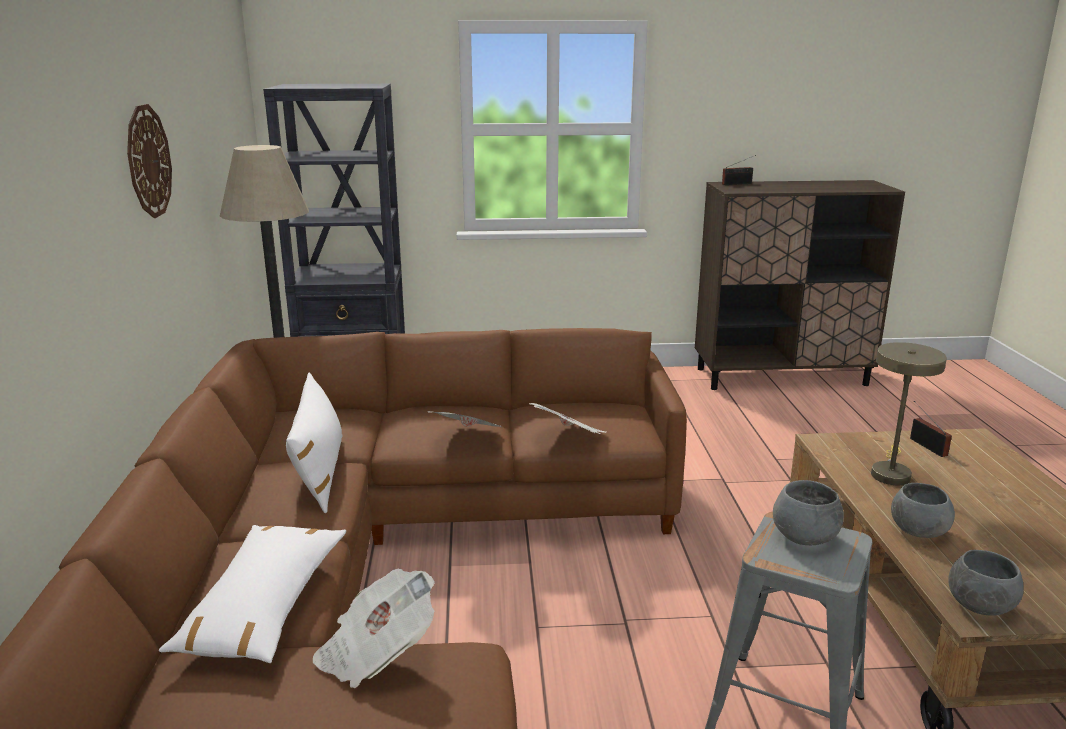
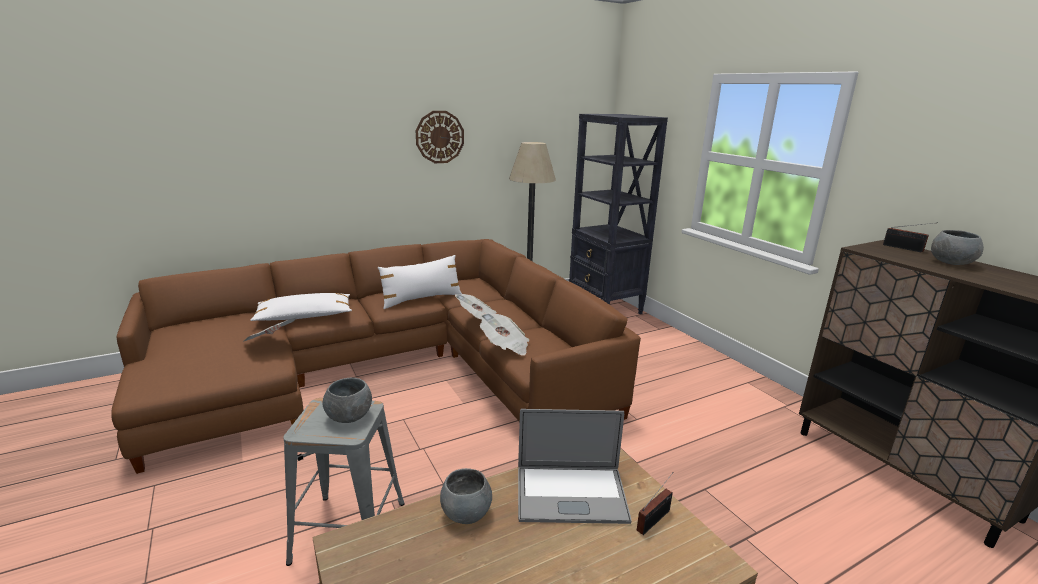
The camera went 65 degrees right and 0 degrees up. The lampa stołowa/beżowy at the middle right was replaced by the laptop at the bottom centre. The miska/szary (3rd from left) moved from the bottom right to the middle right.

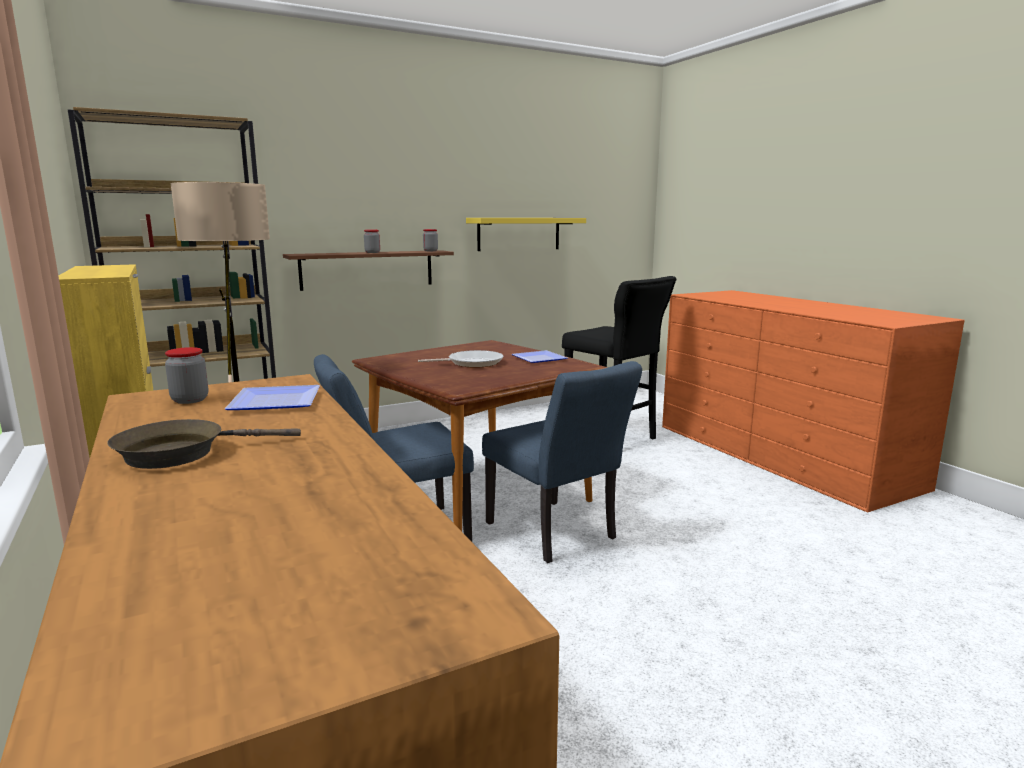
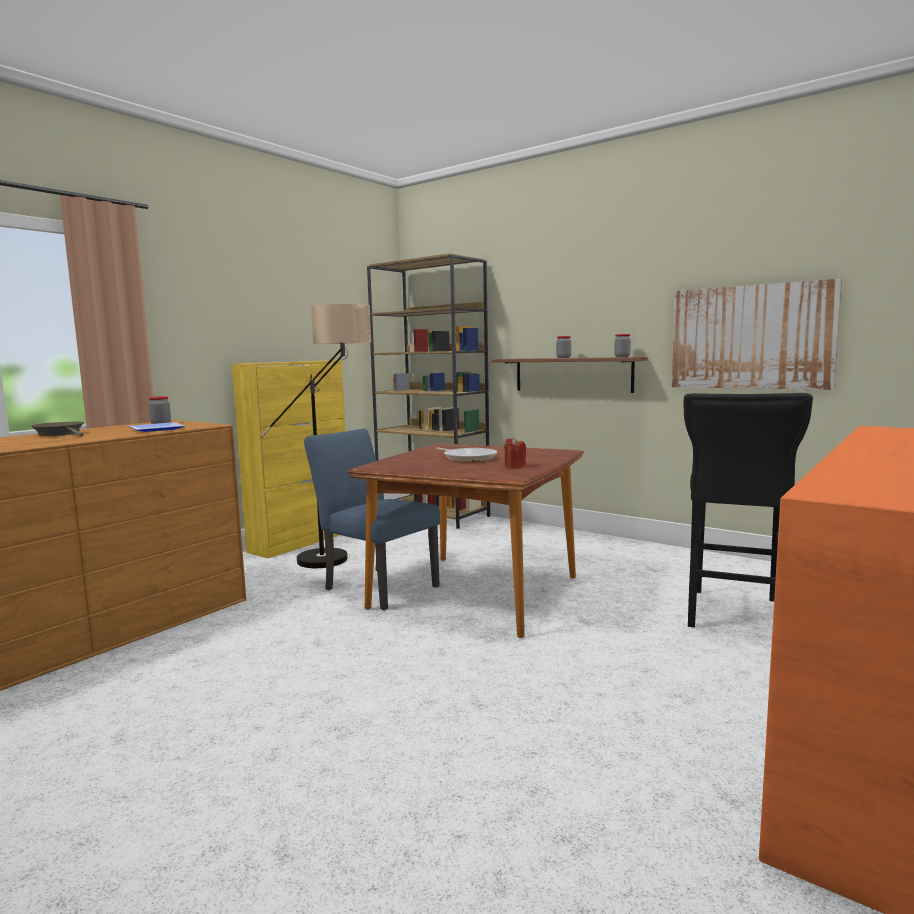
The camera went 65 degrees right and 5 degrees down. The półka/żółty at the top centre was replaced by the obraz at the middle right. The talerz (2nd from left) at the centre was replaced by the świeca/czerwony at the centre. The krzesło/niebieski (2nd from left) at the centre disappeared.

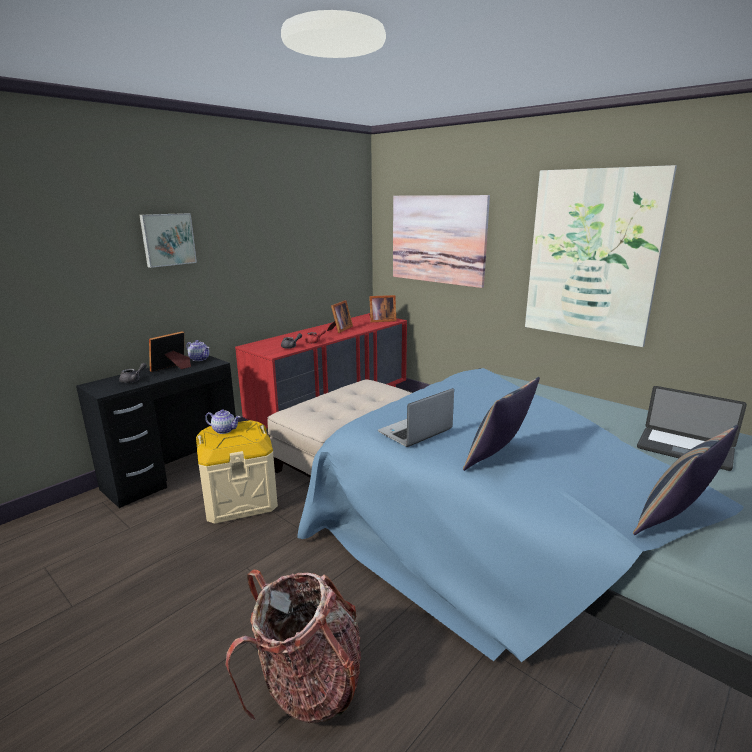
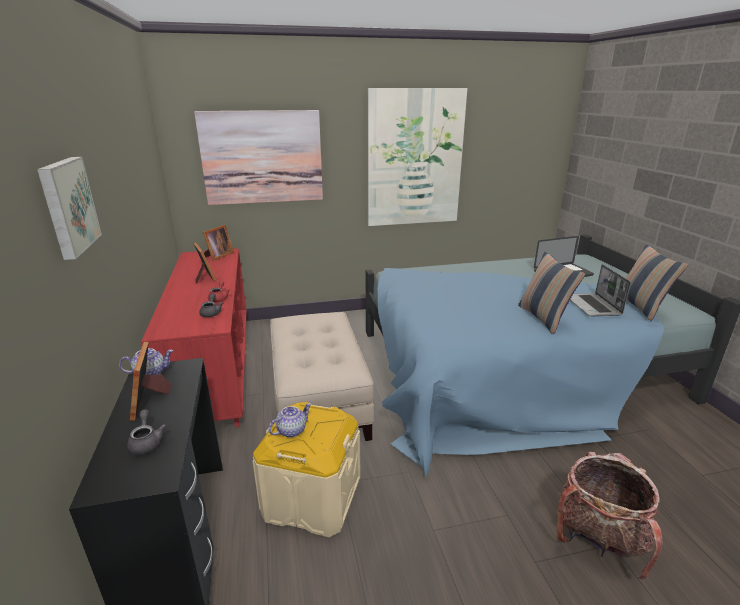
The camera went 55 degrees left and 5 degrees up. The laptop (1st from left in the first image) moved from the centre to the middle right.

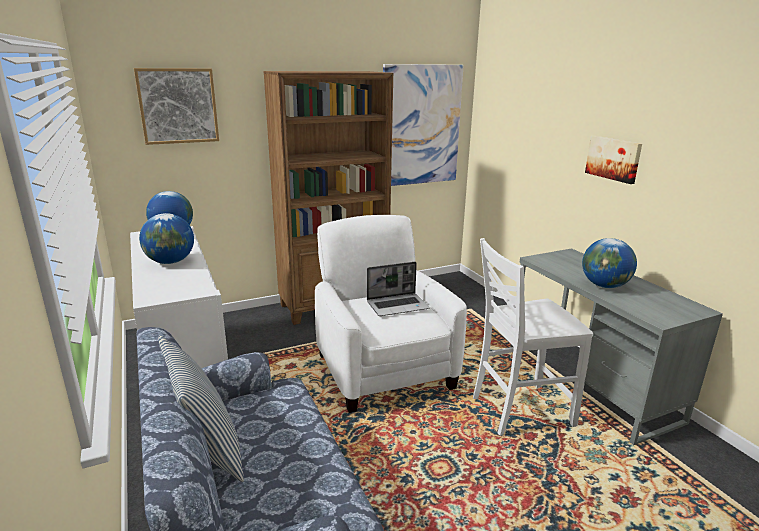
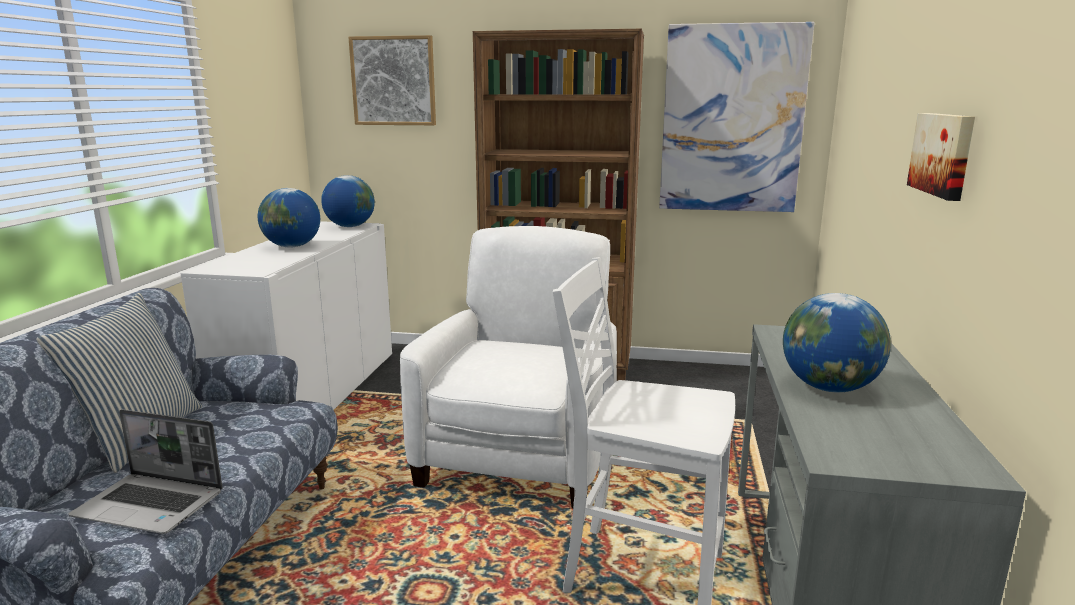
The camera went 35 degrees right and 5 degrees down. The laptop moved from the centre to the bottom left.

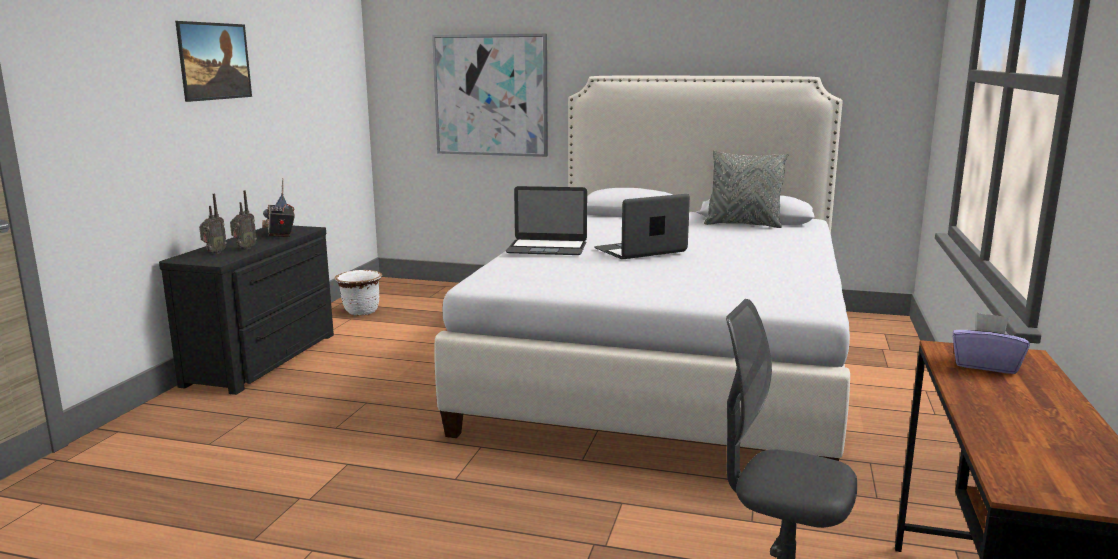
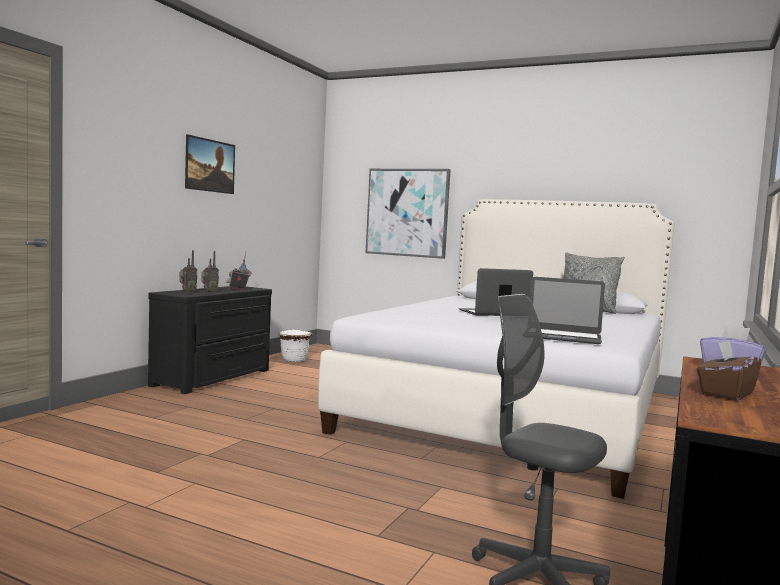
The camera went 10 degrees right and 10 degrees down. The laptop (1st from left in the first image) moved from the centre to the middle right. The pudełko chusteczek/brązowy at the middle right appeared.

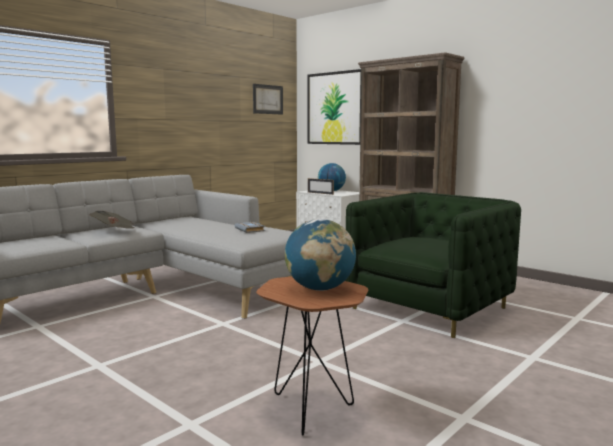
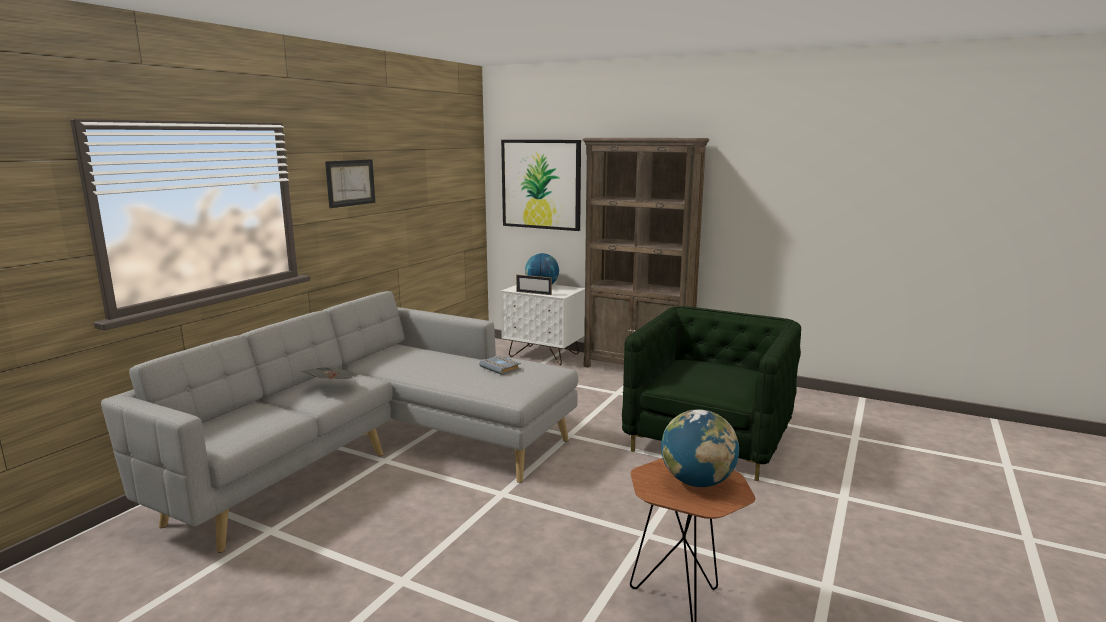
The camera went 15 degrees left and 5 degrees up. The obraz (1st from left) moved from the top centre to the top left.

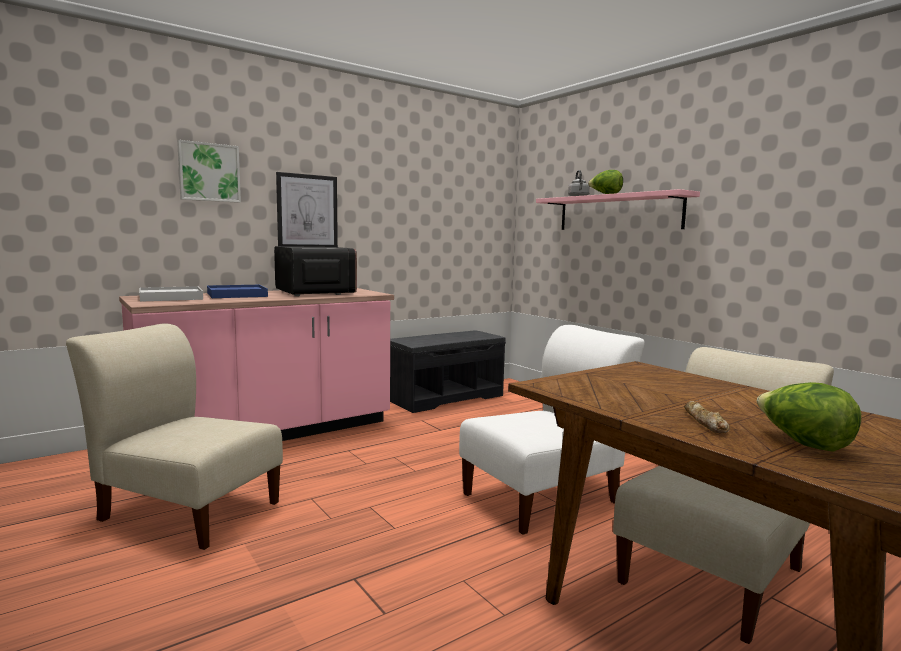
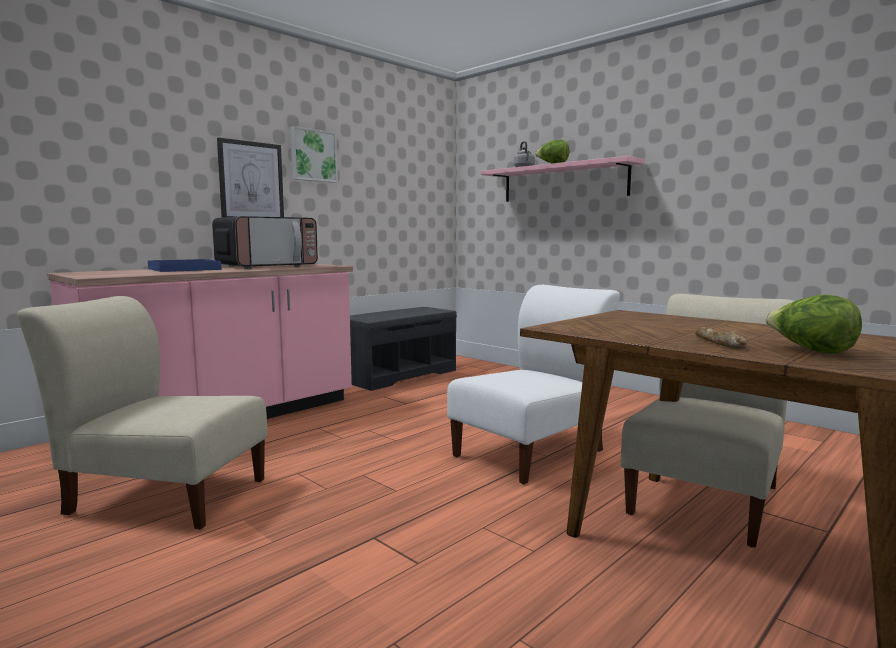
The camera went 10 degrees left and 0 degrees up. The obraz (1st from left in the first image) moved from the top left to the top centre. The mikrofalówka at the centre turned 90 degrees clockwise. The taca/biały at the middle left disappeared.

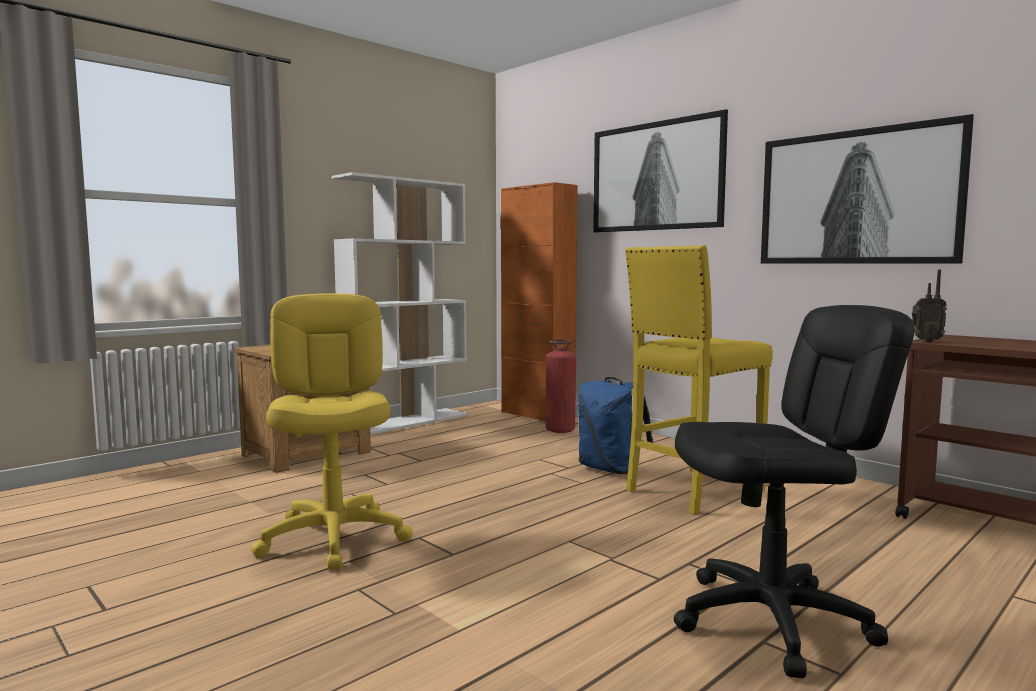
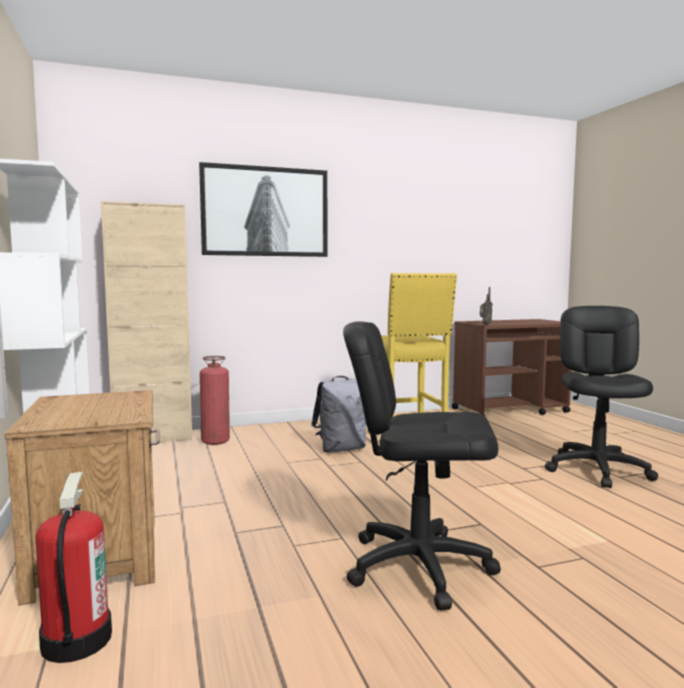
The camera went 65 degrees left and 0 degrees up. The obraz (2nd from left) at the top right disappeared. The szafka/pomarańczowy at the centre became the szafka/beżowy at the middle left. The krzesło biurowe/żółty at the middle left became the krzesło biurowe/czarny (1st from left) at the bottom centre. The plecak/niebieski at the centre became the plecak/szary at the centre. The gaśnica (1st from left) at the bottom left appeared.

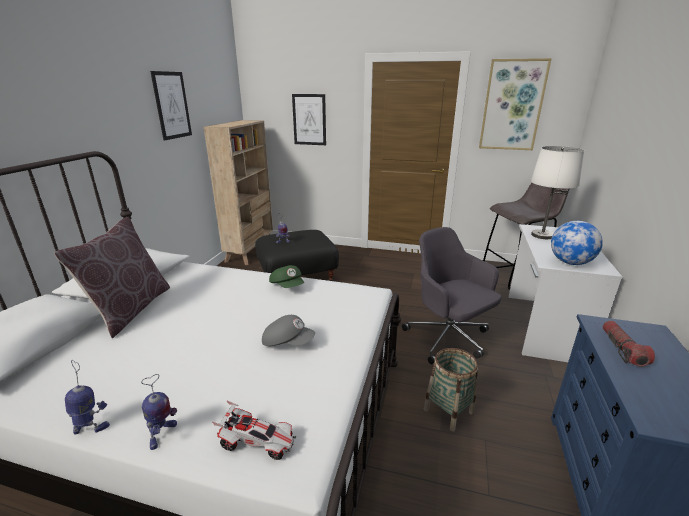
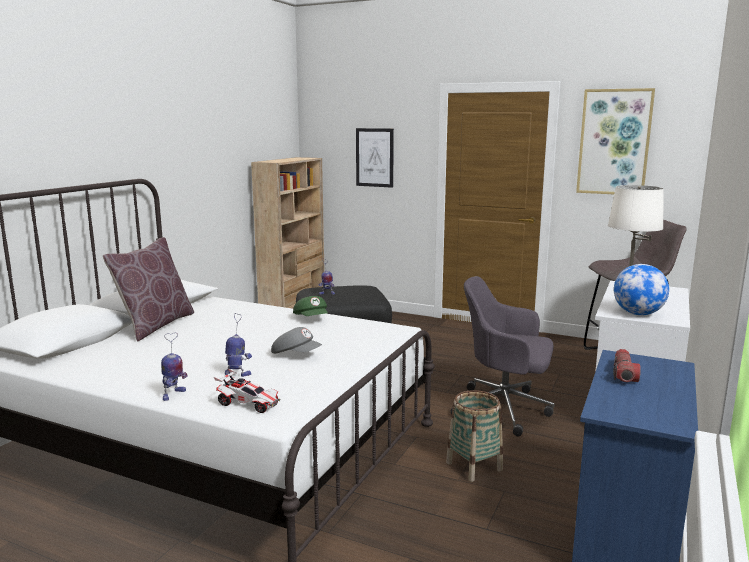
The camera went 10 degrees right and 10 degrees down. The obraz (1st from left) at the top left disappeared. The krzesło biurowe/szary at the centre turned 45 degrees counterclockwise. The robot zabawkowy (1st from left in the first image) moved from the bottom left to the middle left.

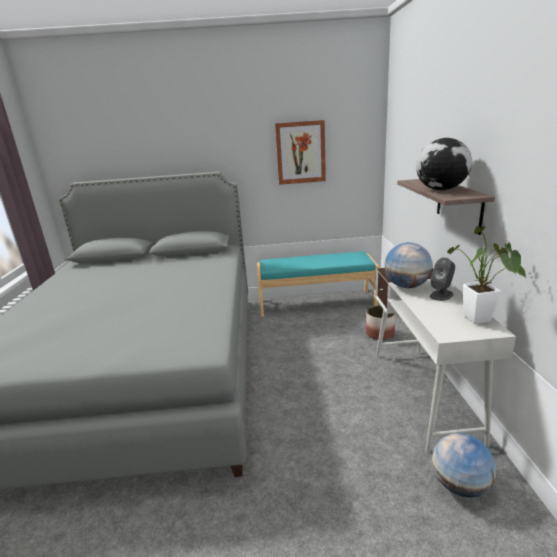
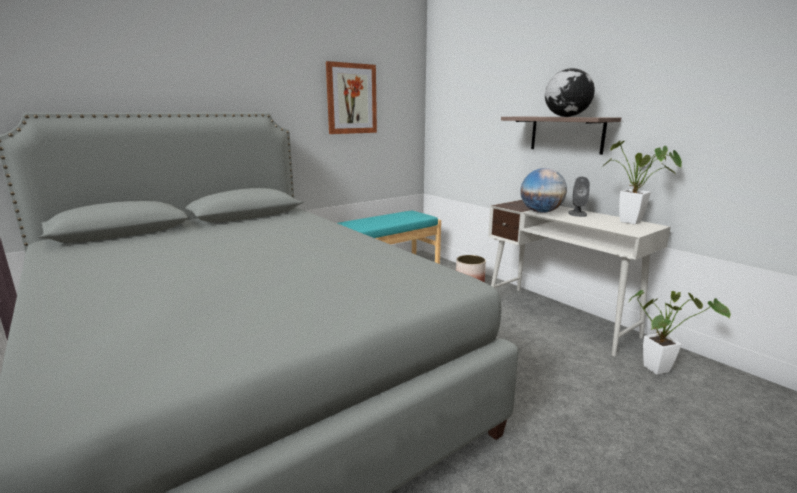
The camera went 35 degrees left and 5 degrees down. The globus (3rd from left) at the bottom right was replaced by the roślina doniczkowa (2nd from left) at the bottom right.

